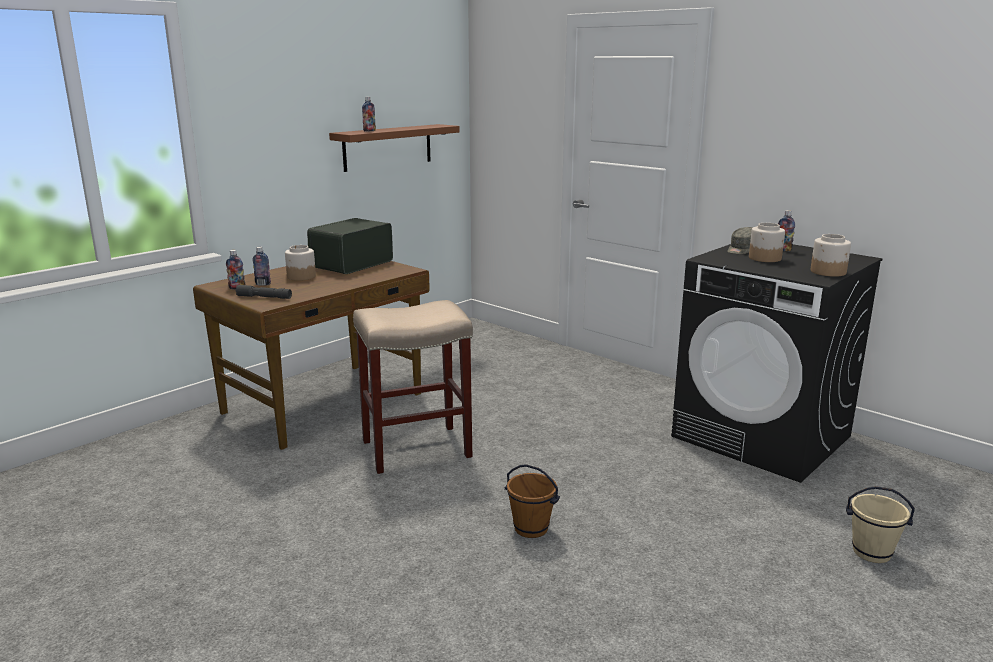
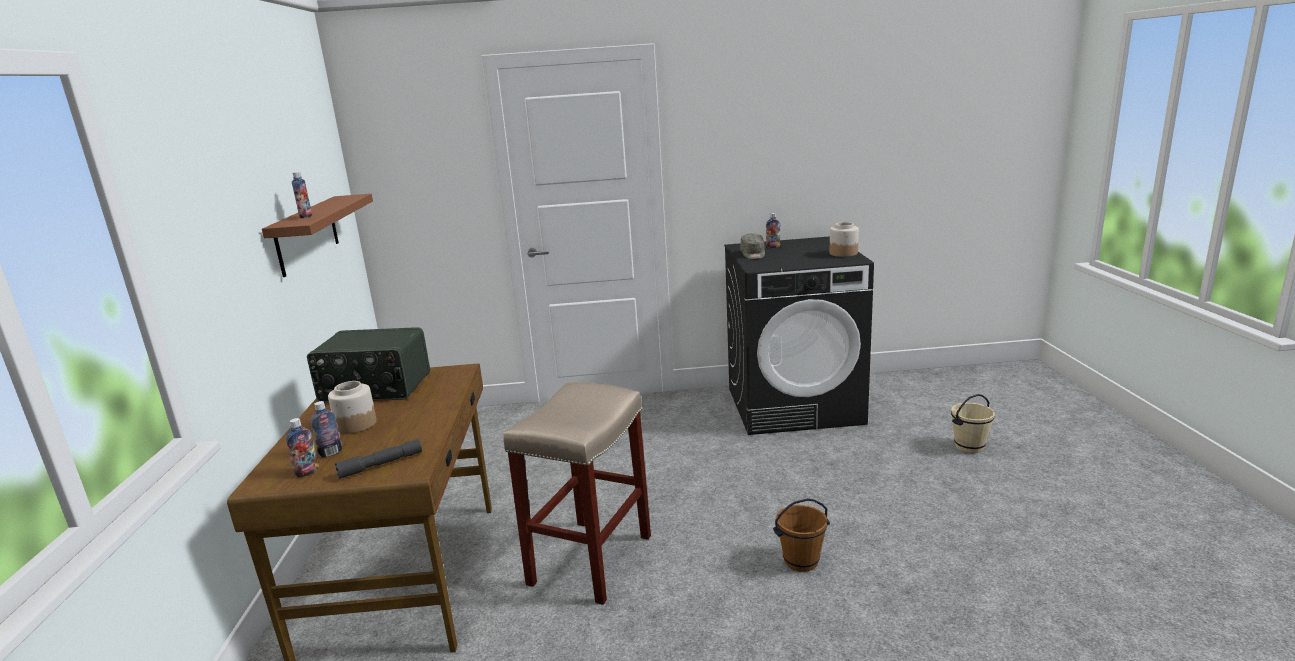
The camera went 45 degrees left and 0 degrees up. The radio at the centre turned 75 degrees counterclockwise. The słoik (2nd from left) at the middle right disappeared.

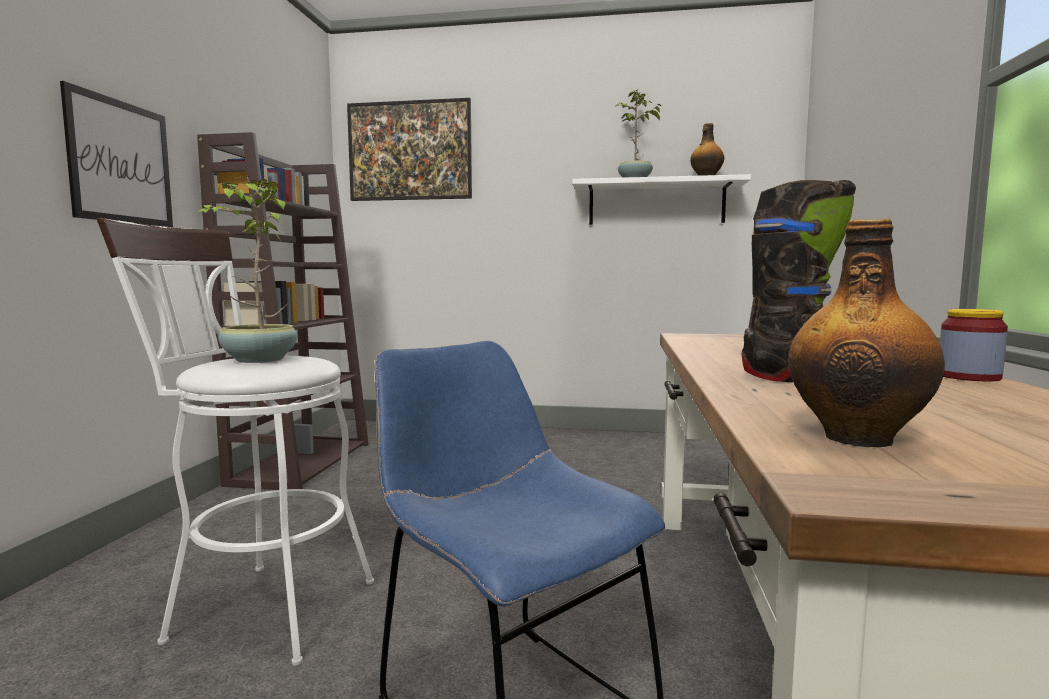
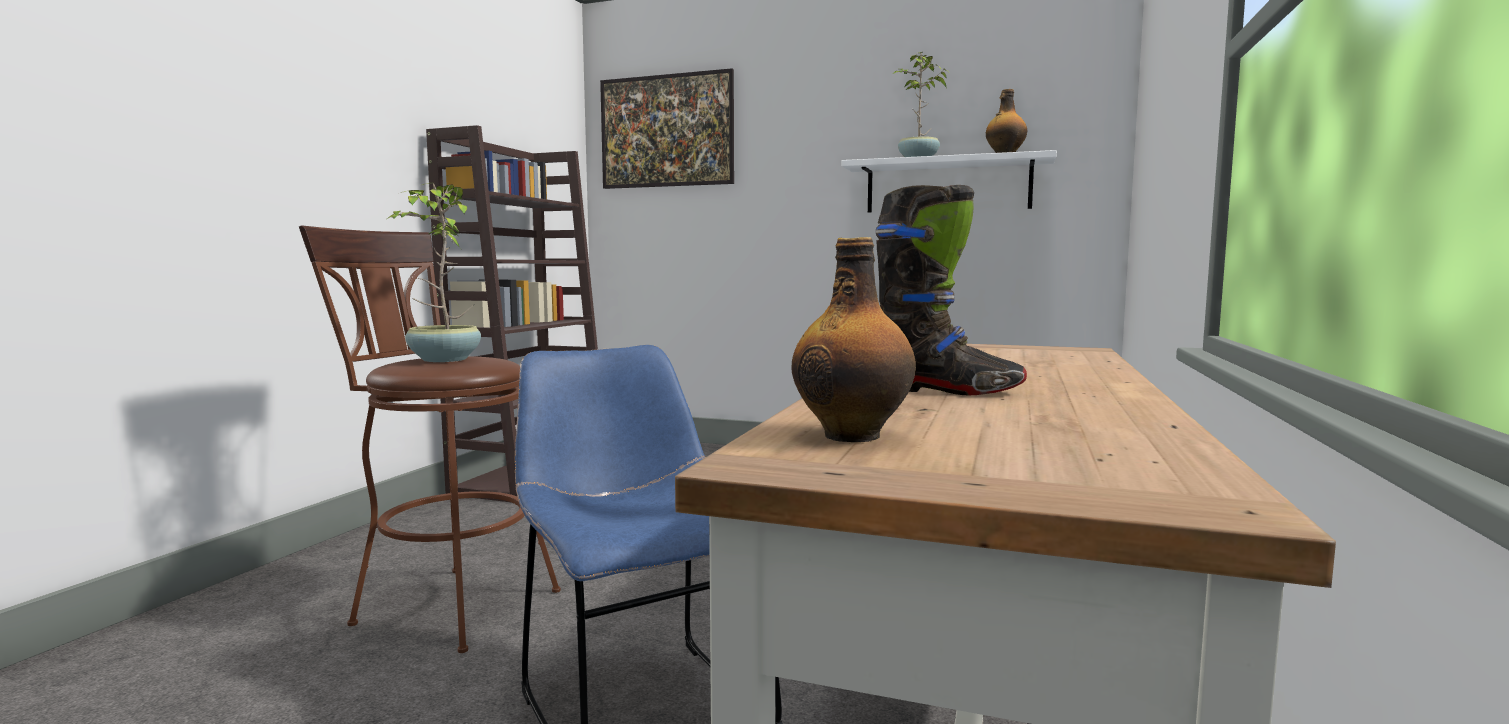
The camera went 10 degrees right and 0 degrees up. The obraz (1st from left) at the top left disappeared. The stołek/biały at the middle left became the stołek/brązowy at the middle left. The słoik at the middle right disappeared.

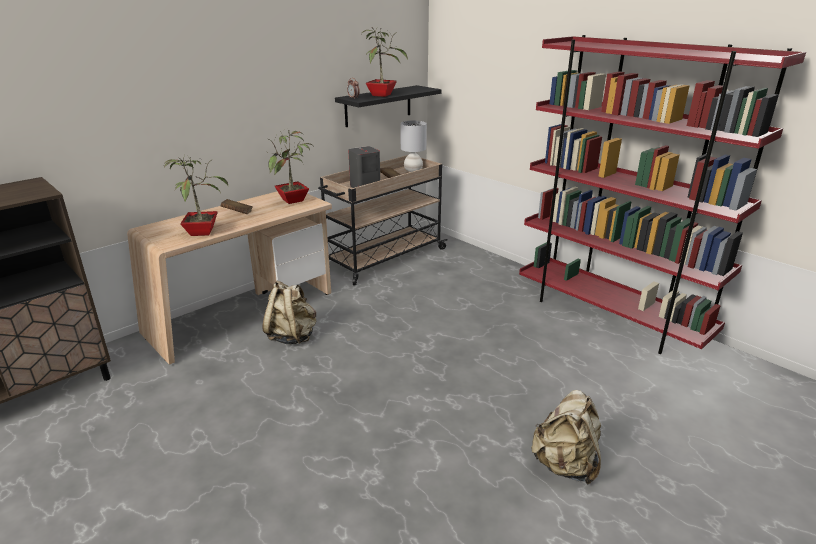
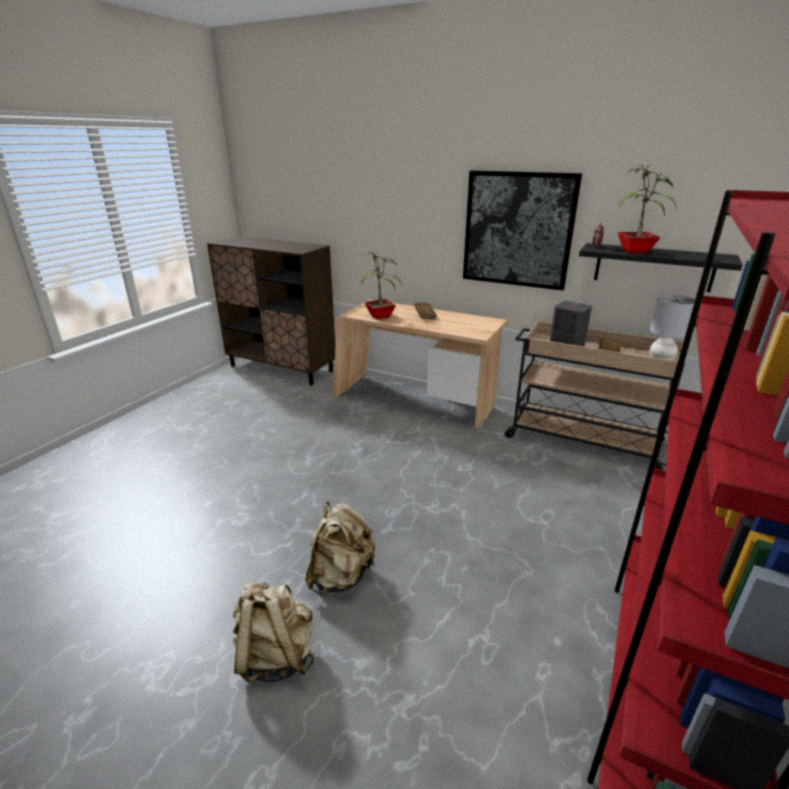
The camera went 70 degrees right and 0 degrees up. The roślina doniczkowa (2nd from left) at the top centre disappeared. The plecak/beżowy (1st from left in the first image) moved from the centre to the bottom centre. The obraz at the top centre appeared.

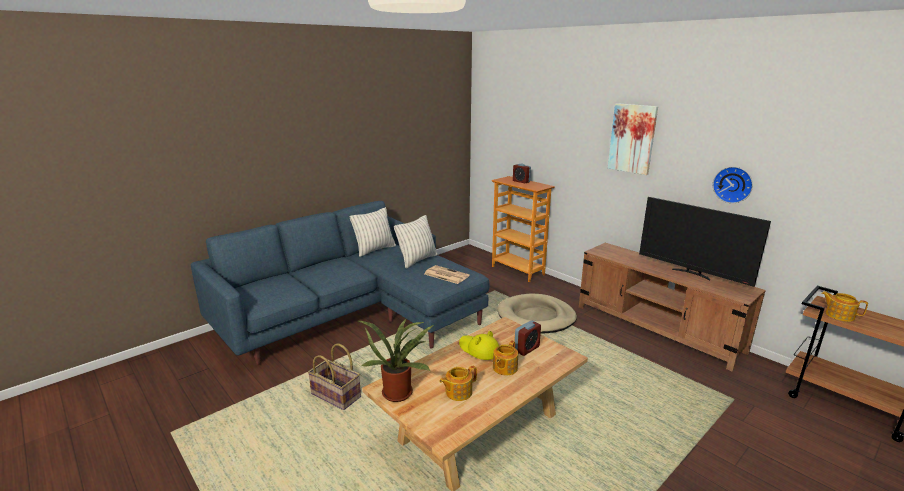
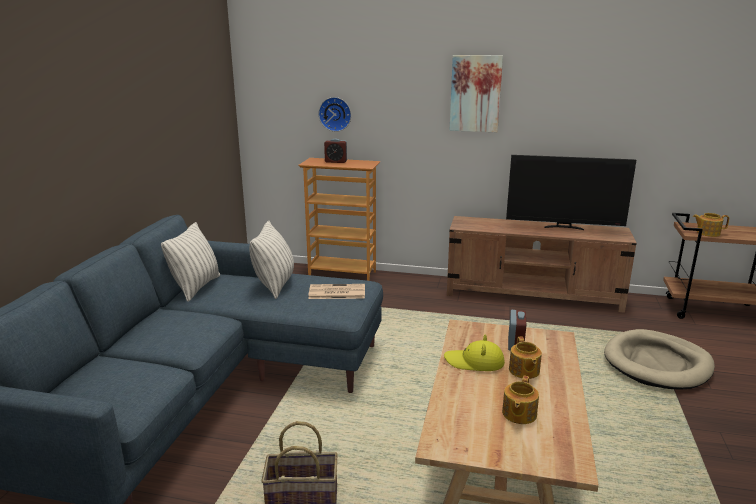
The camera went 35 degrees left and 0 degrees up. The zegar ścienny moved from the middle right to the top centre. The legowisko/beżowy moved from the centre to the bottom right. The roślina doniczkowa at the bottom centre disappeared.

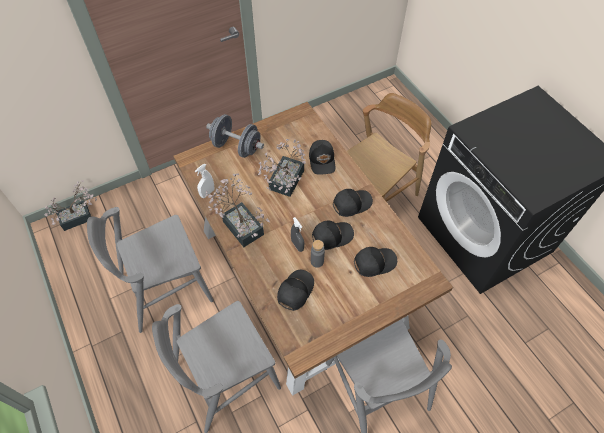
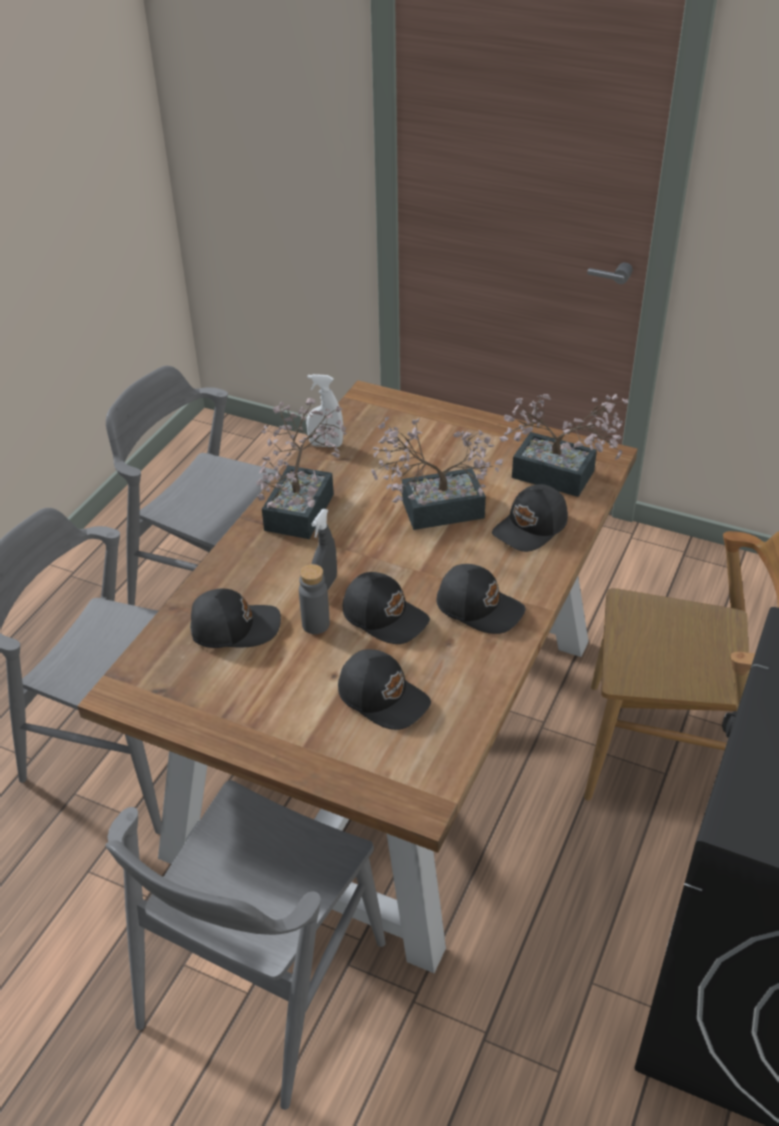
The camera went 55 degrees right and 15 degrees down. The hantel/szary at the top centre disappeared. The roślina doniczkowa (1st from left in the first image) moved from the middle left to the middle right.

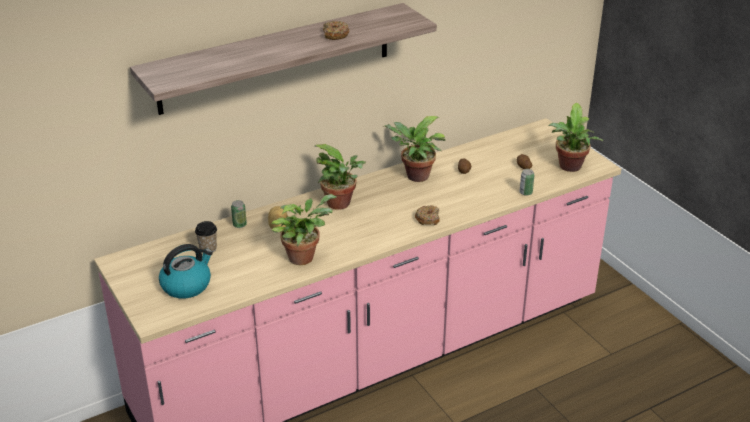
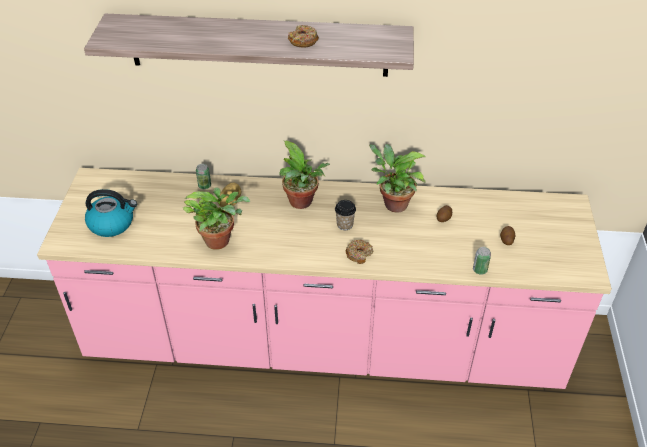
The camera went 35 degrees right and 10 degrees up. The roślina doniczkowa (4th from left) at the top right disappeared. The filiżanka moved from the middle left to the centre.

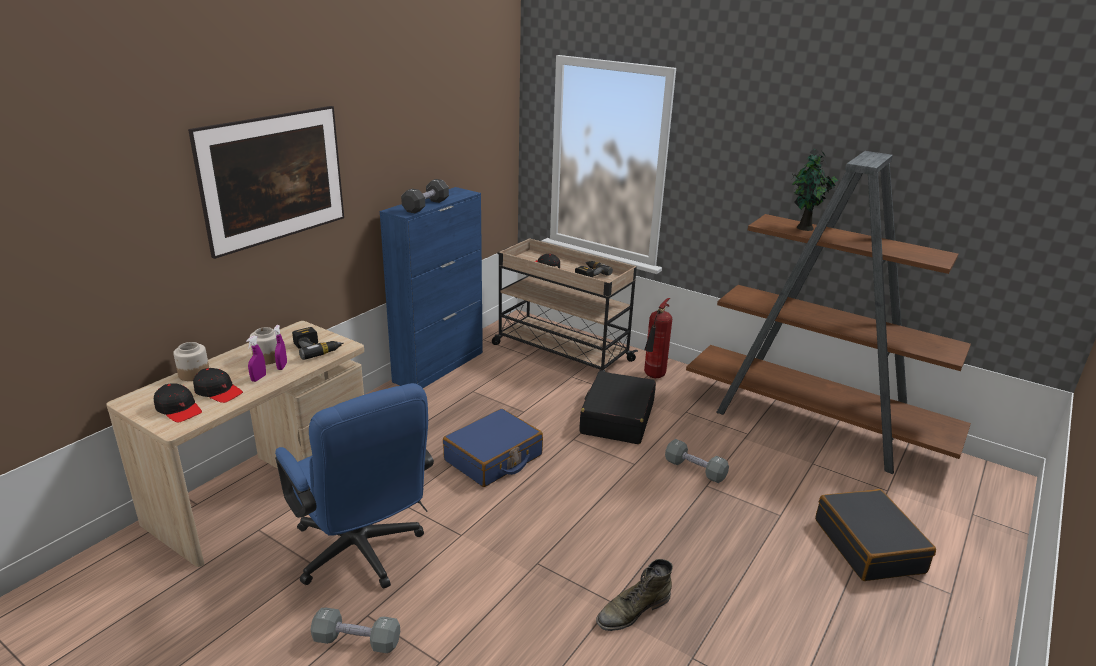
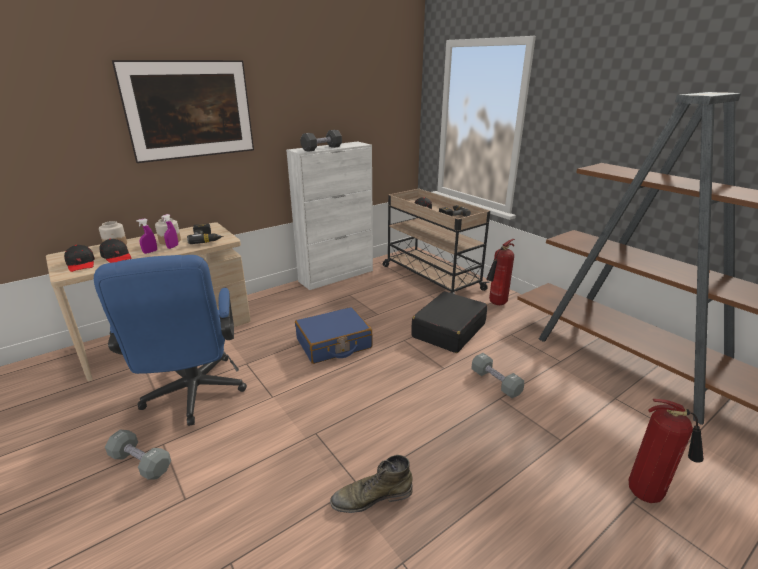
The camera went 20 degrees right and 0 degrees up. The roślina doniczkowa at the top right disappeared. The szafka/niebieski at the centre became the szafka/biały at the centre. The walizka/czarny (2nd from left) at the bottom right was replaced by the gaśnica (2nd from left) at the bottom right.

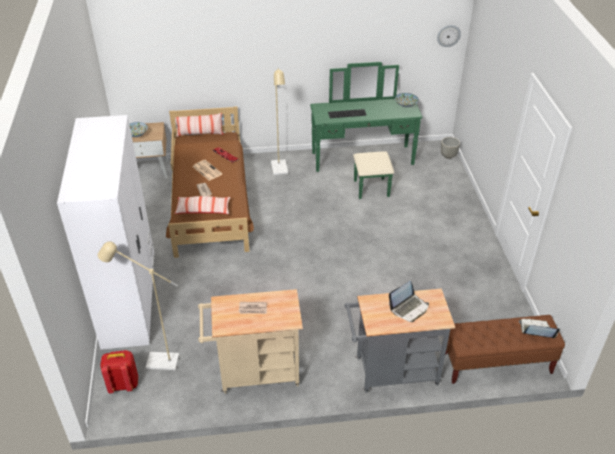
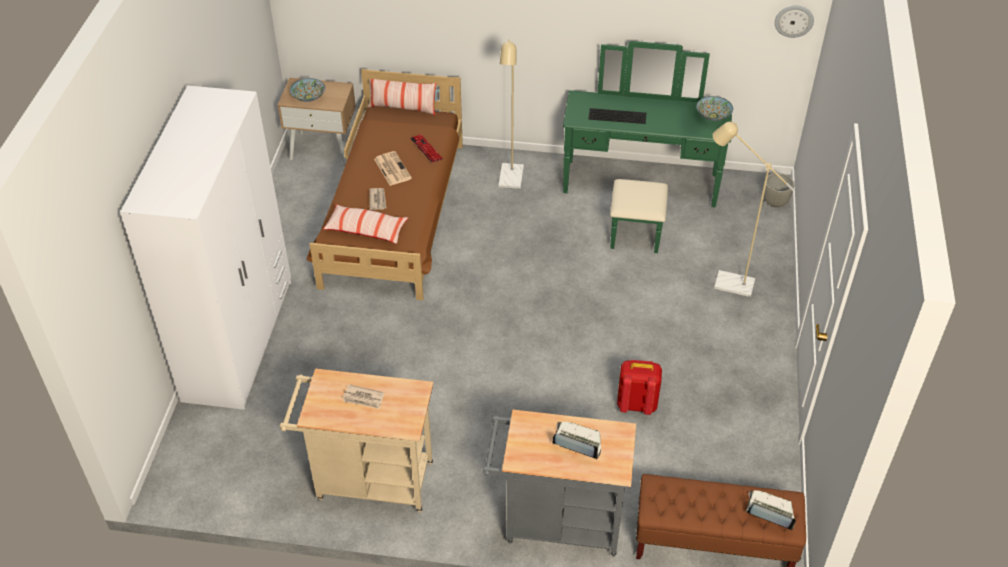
The camera went 15 degrees right and 5 degrees up. The lampa stojąca/beżowy (1st from left in the first image) moved from the bottom left to the middle right. The laptop (1st from left) at the centre turned 135 degrees counterclockwise. The plecak/czerwony moved from the bottom left to the bottom centre.

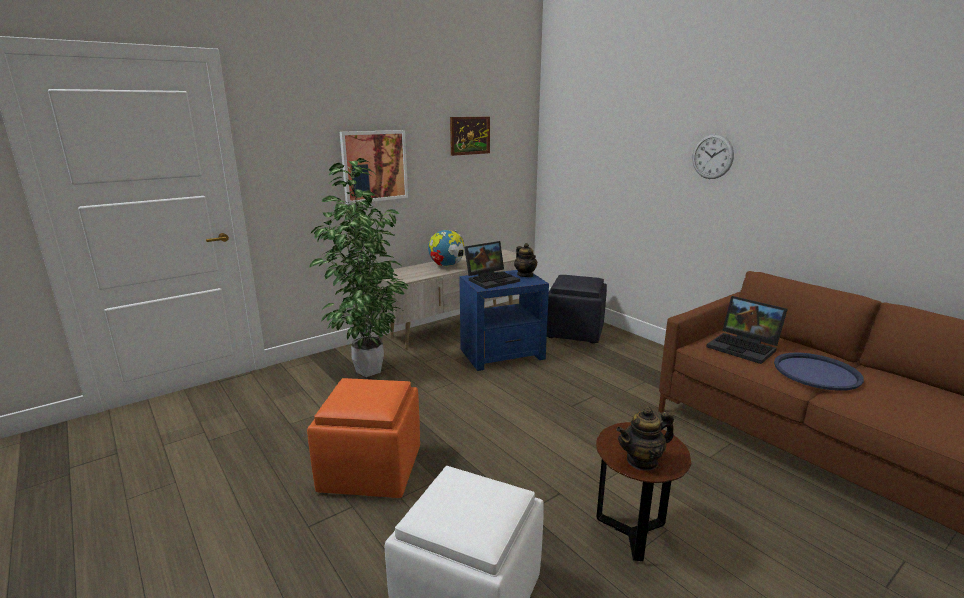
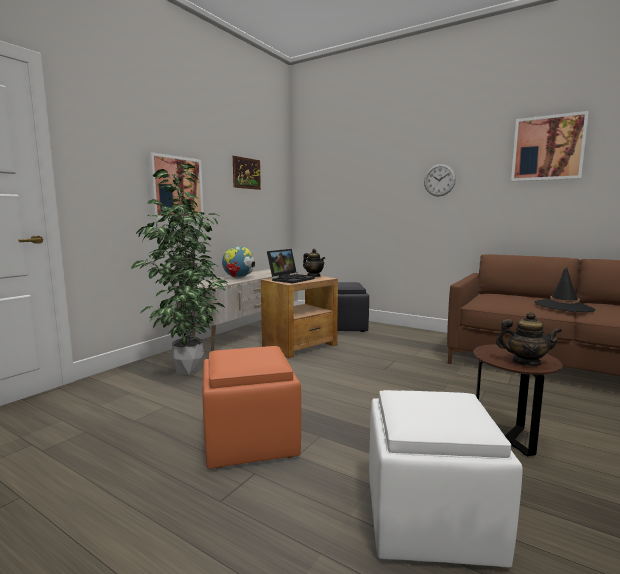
The camera went 20 degrees left and 10 degrees down. The stolik/niebieski at the centre became the stolik/brązowy (1st from left) at the centre. The laptop (2nd from left) at the middle right disappeared. The taca/niebieski at the middle right was replaced by the kapelusz/czarny at the middle right. The imbryk (2nd from left) at the bottom right turned 120 degrees counterclockwise. The obraz (3rd from left) at the top right appeared.

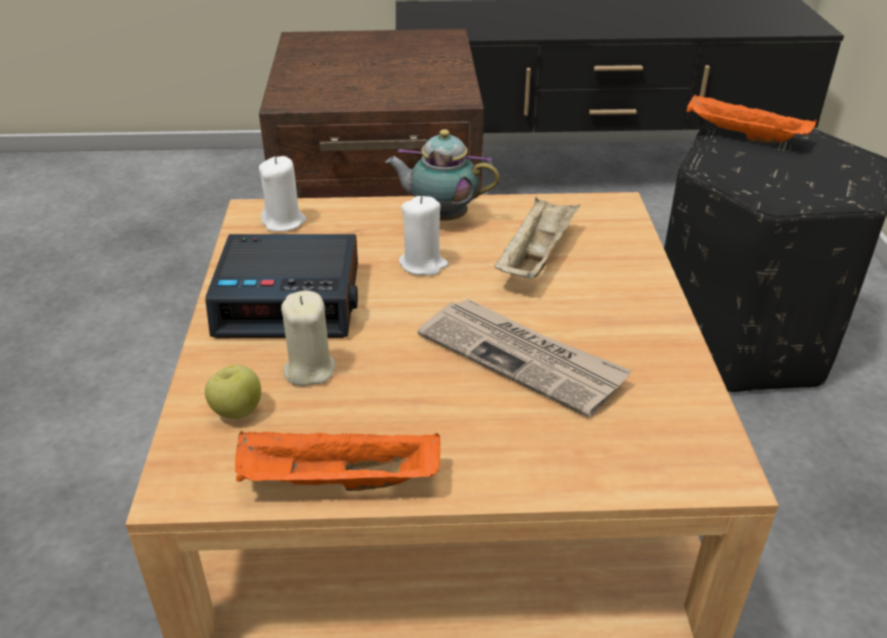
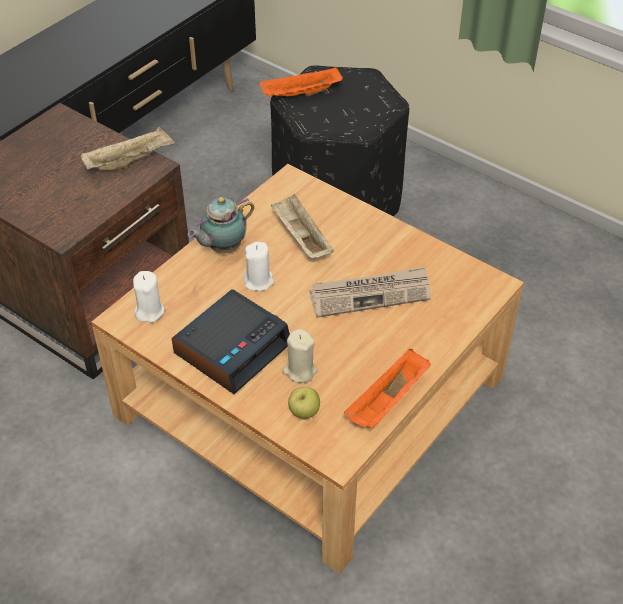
The camera went 50 degrees left and 10 degrees up. The taca/beżowy (1st from left) at the top left appeared.

